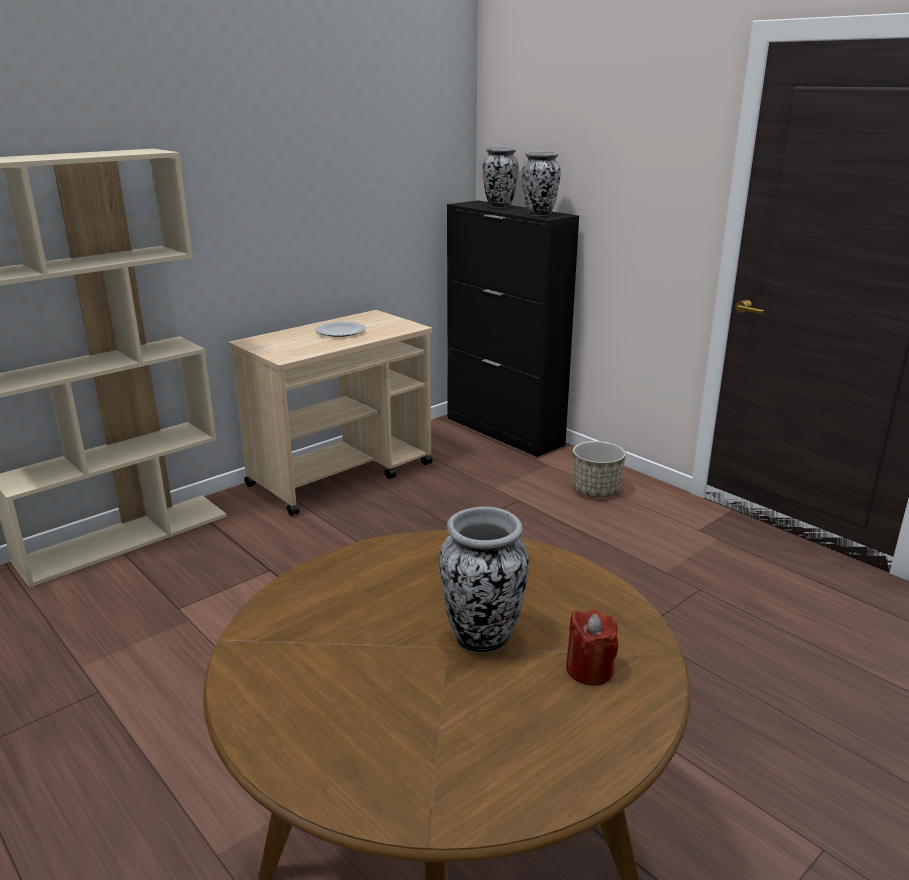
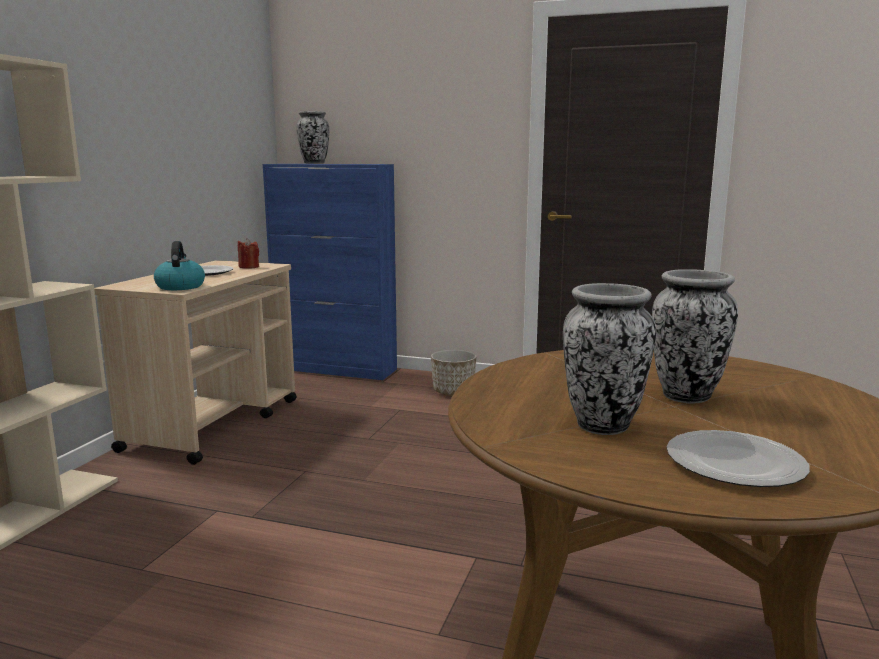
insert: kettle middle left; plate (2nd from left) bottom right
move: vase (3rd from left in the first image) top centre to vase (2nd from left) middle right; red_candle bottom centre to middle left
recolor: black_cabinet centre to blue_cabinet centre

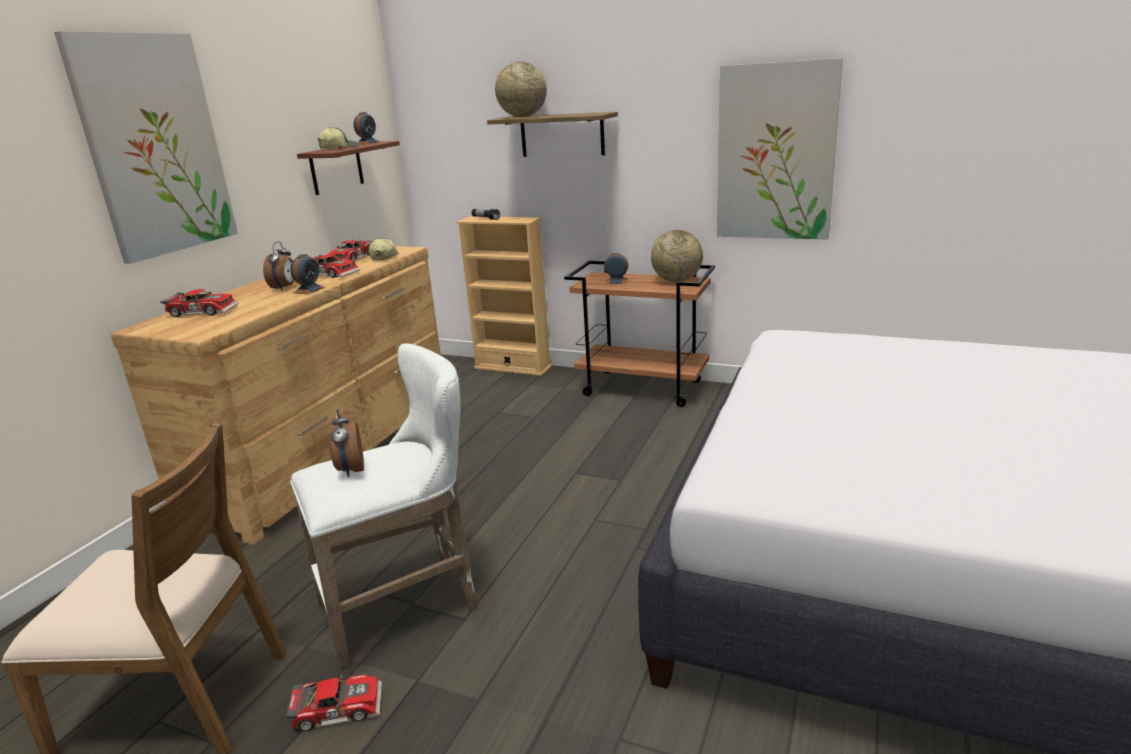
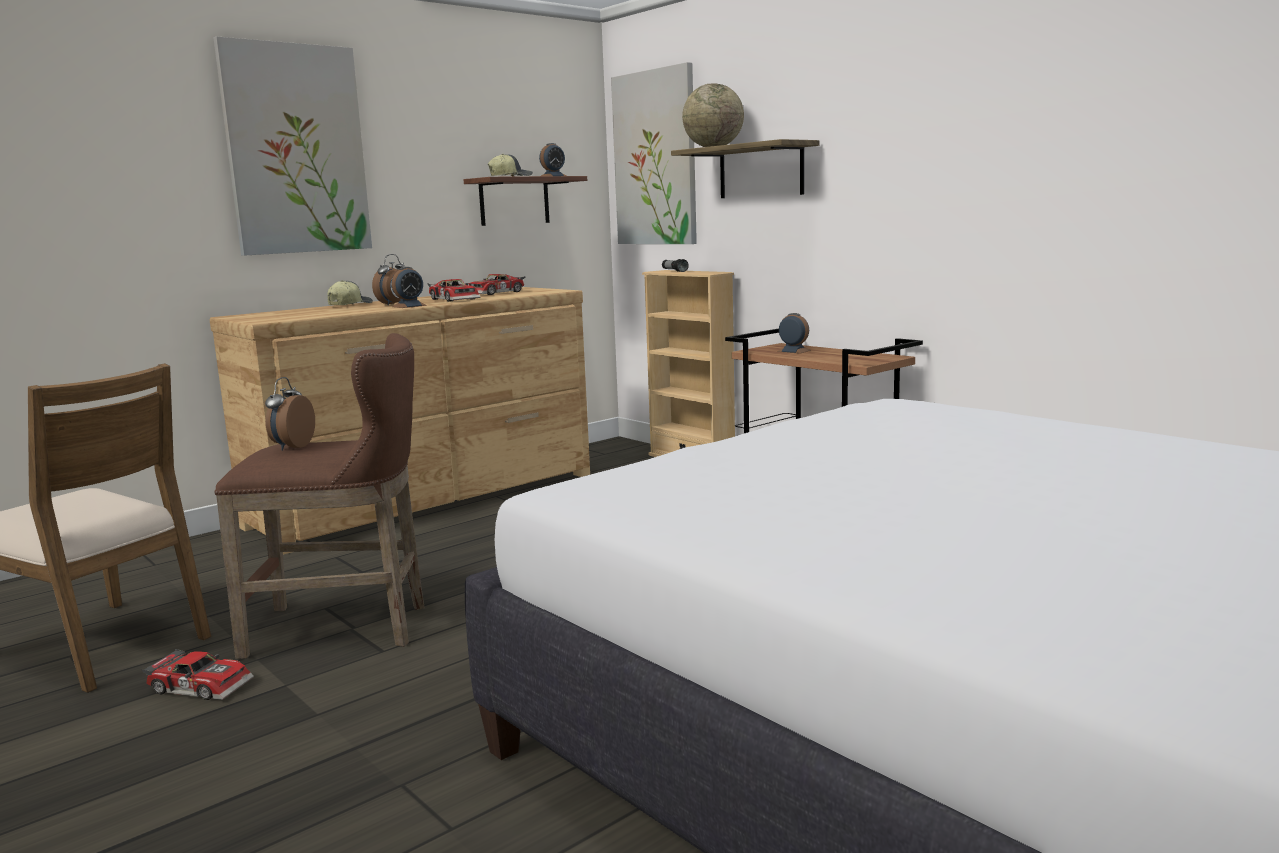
delete: toy_car (1st from left) middle left; globe (2nd from left) centre
move: cap (2nd from left in the first image) top centre to cap (1st from left) middle left; picture (2nd from left) top right to top centre
recolor: white_stool bottom centre to brown_stool middle left

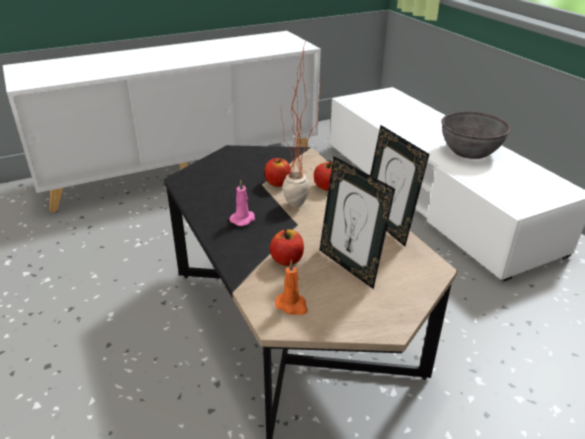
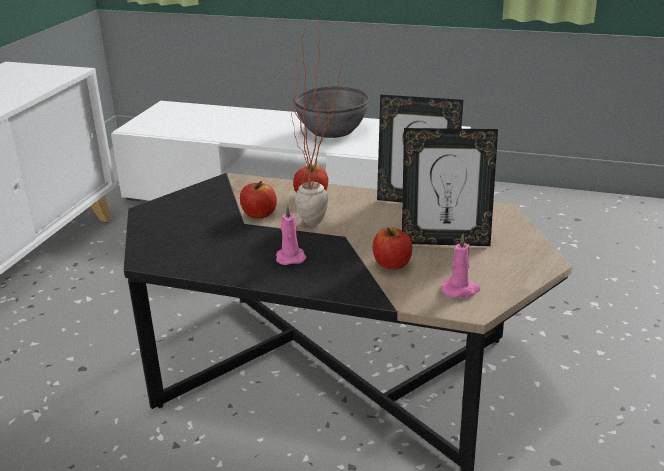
recolor: orange_candle centre to pink_candle (2nd from left) middle right

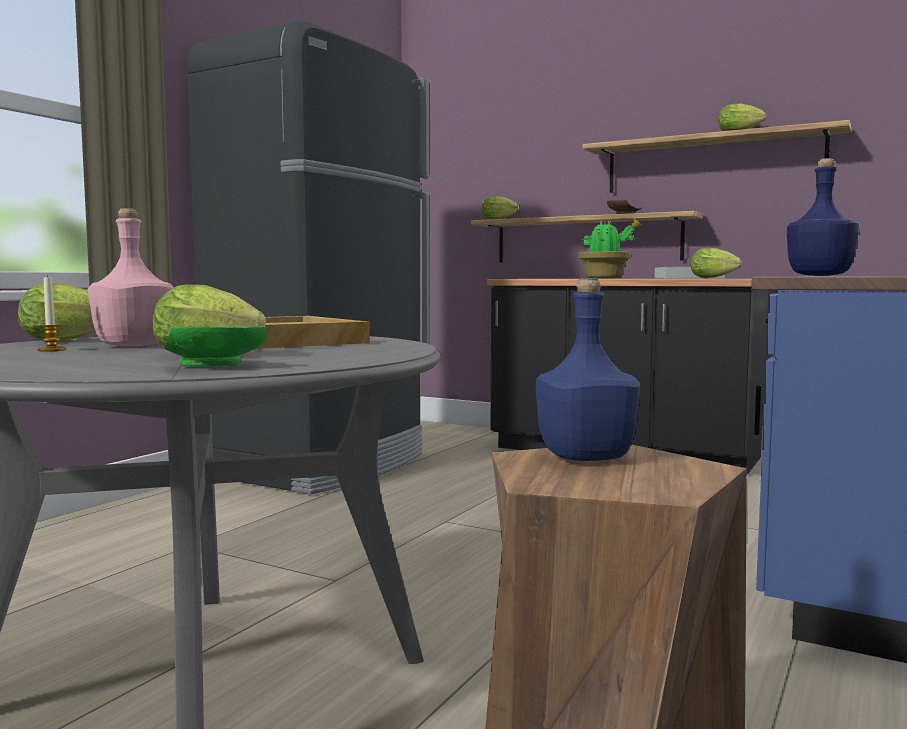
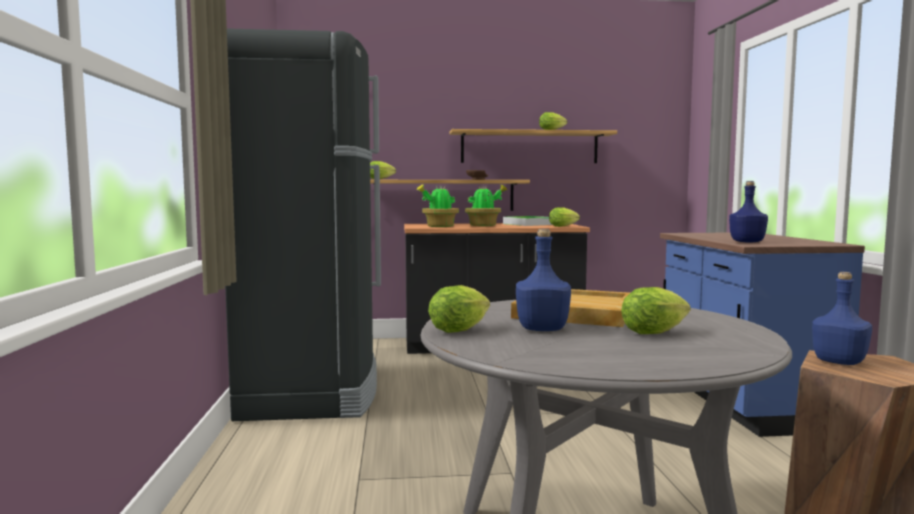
delete: candle middle left; green_plate middle left
insert: potted_plant (1st from left) centre
recolor: pink_bottle middle left to blue_bottle (1st from left) centre

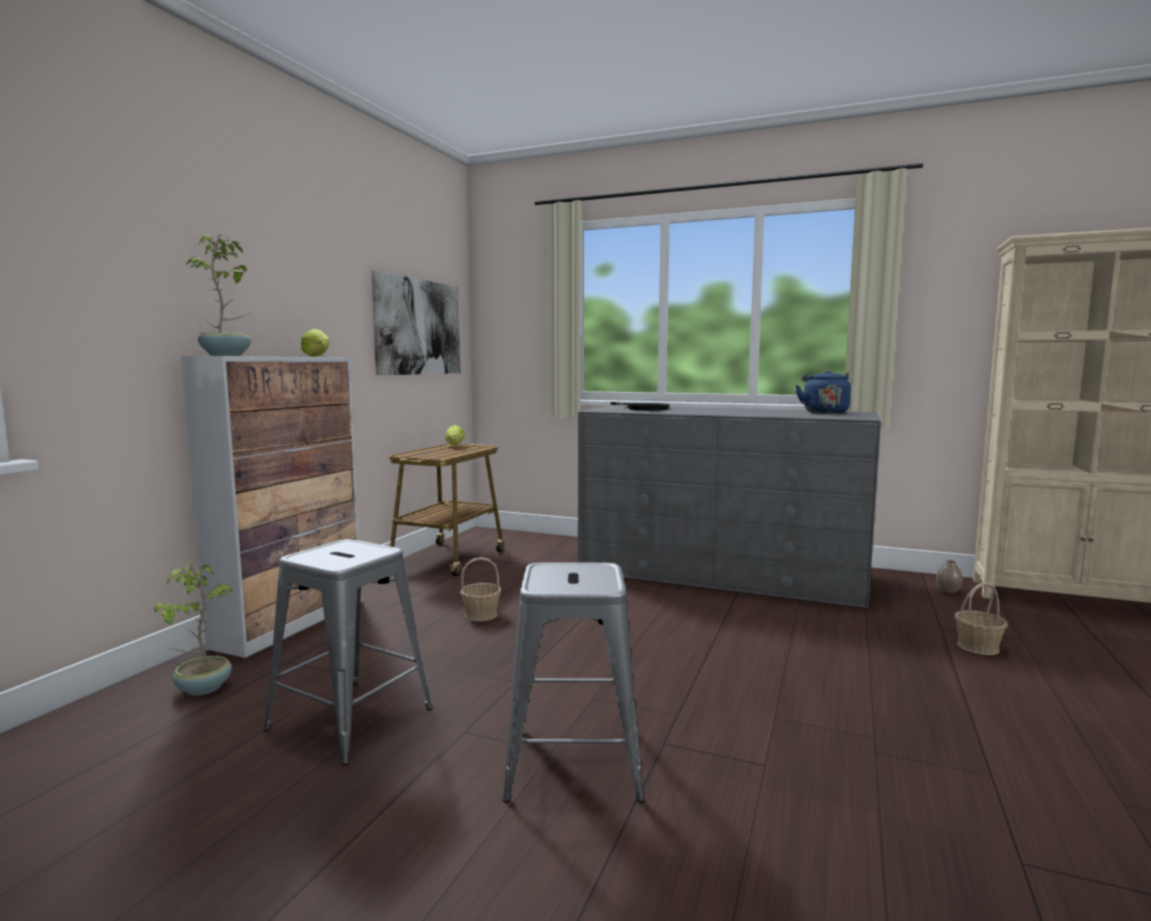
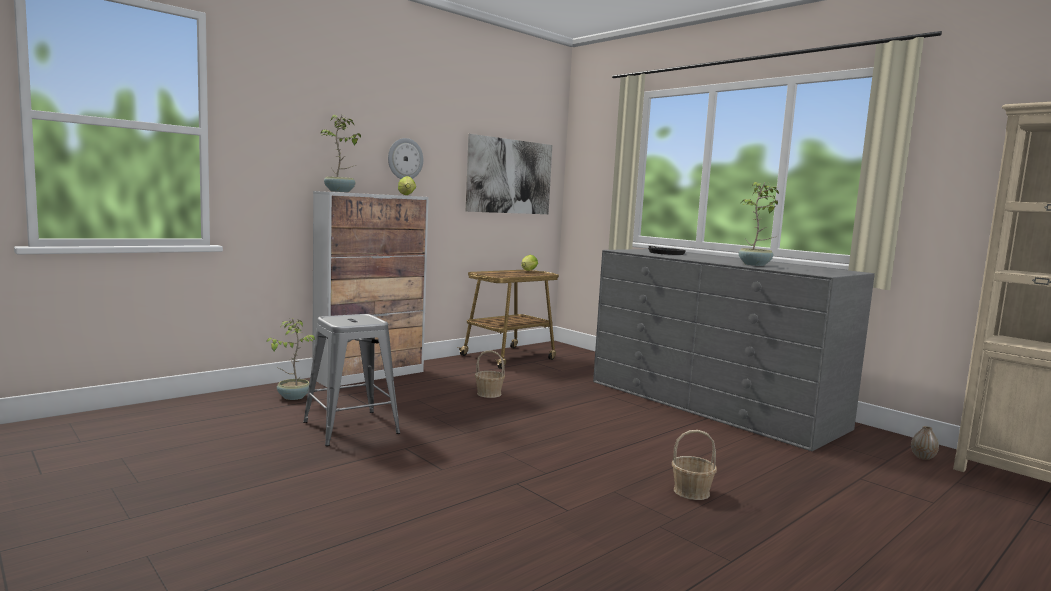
delete: grey_stool (2nd from left) bottom centre; blue_kettle middle right
insert: wall_clock top centre; potted_plant (3rd from left) middle right
move: basket (2nd from left) bottom right to bottom centre

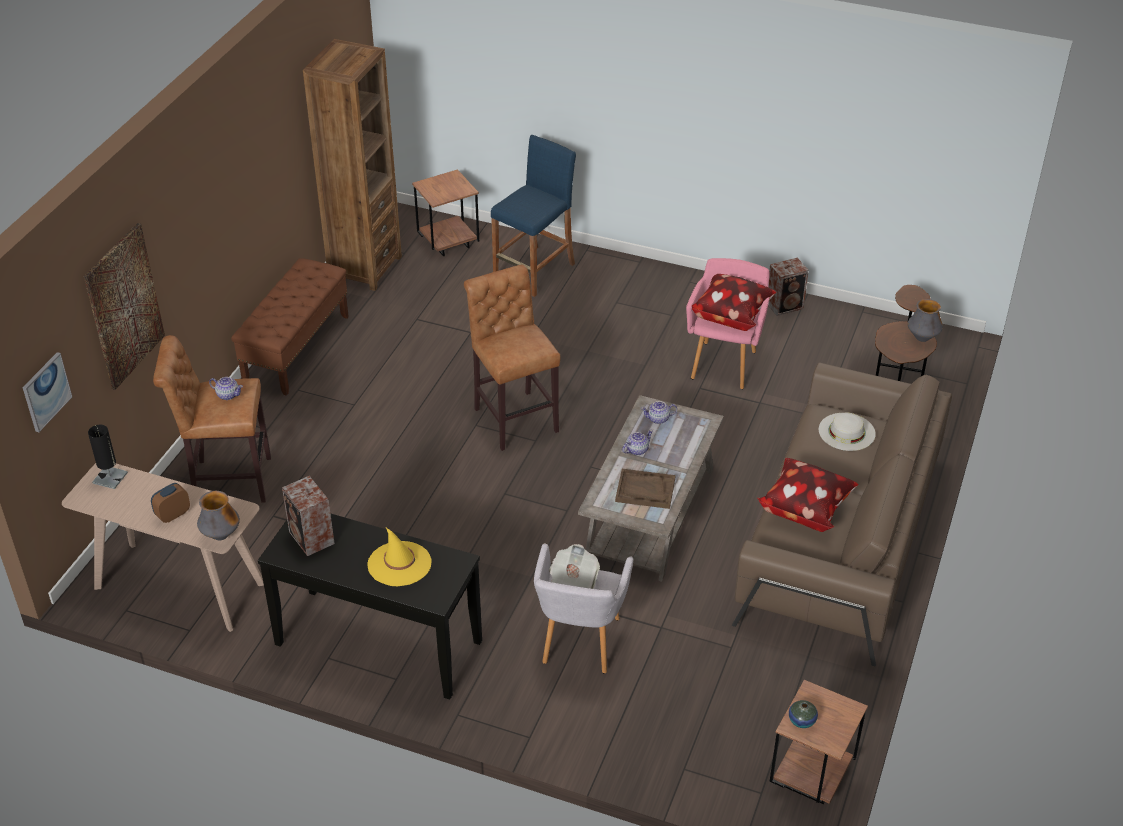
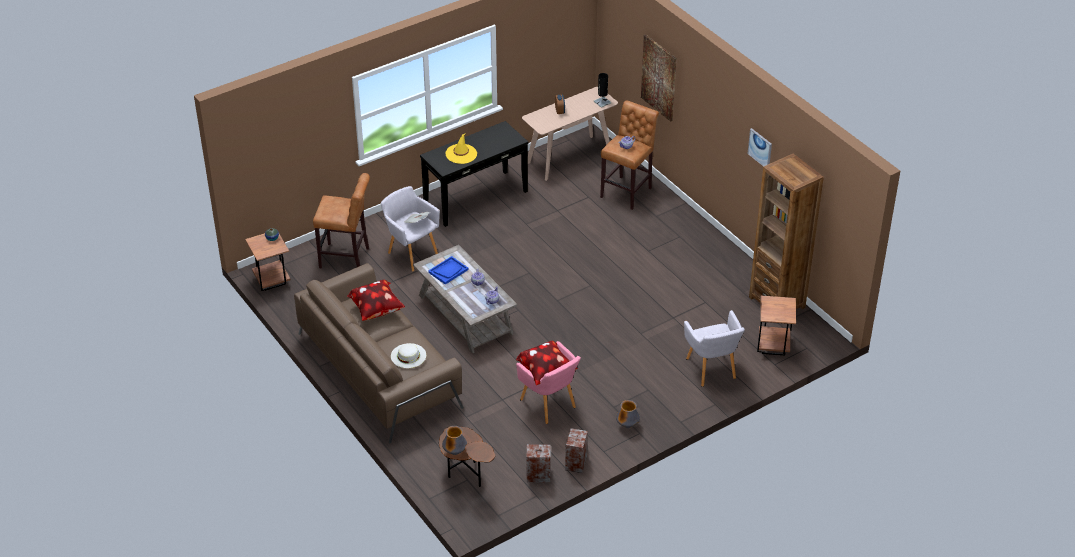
delete: brown_bench middle left
move: picture (1st from left in the first image) middle left to picture (2nd from left) top right; vase (1st from left in the first image) middle left to vase (3rd from left) bottom centre; speaker (1st from left) middle left to bottom centre; brown_stool (2nd from left in the first image) centre to brown_stool (1st from left) middle left
replace: blue_stool top centre to grey_armchair (2nd from left) centre
recolor: brown_tray centre to blue_tray centre

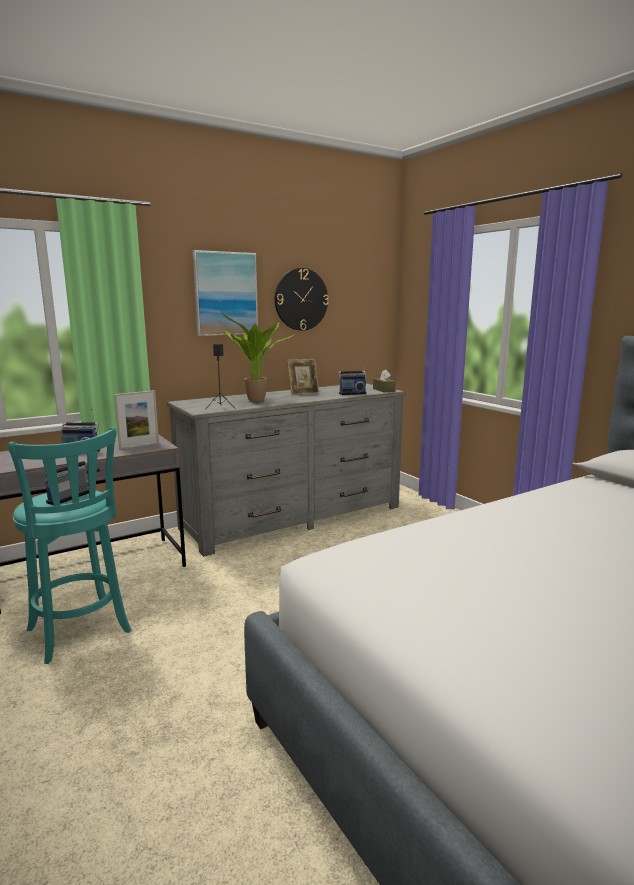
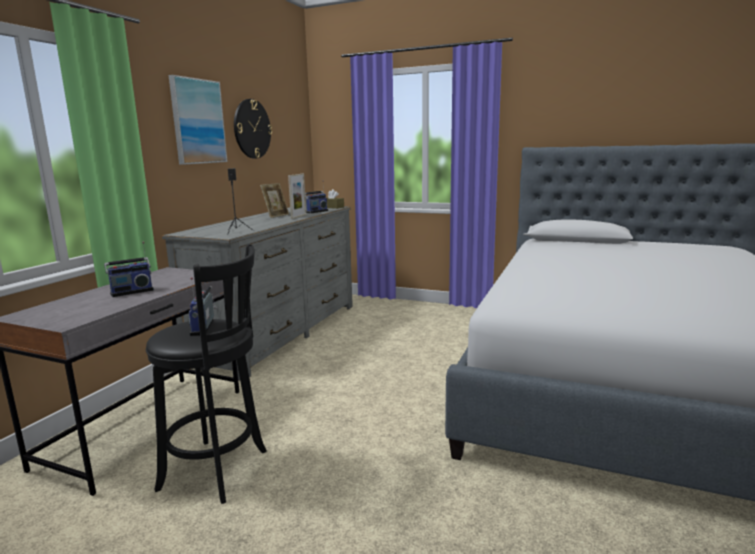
delete: potted_plant centre
move: picture_frame (1st from left in the first image) middle left to picture_frame (2nd from left) centre
recolor: turquoise_stool middle left to black_stool bottom left

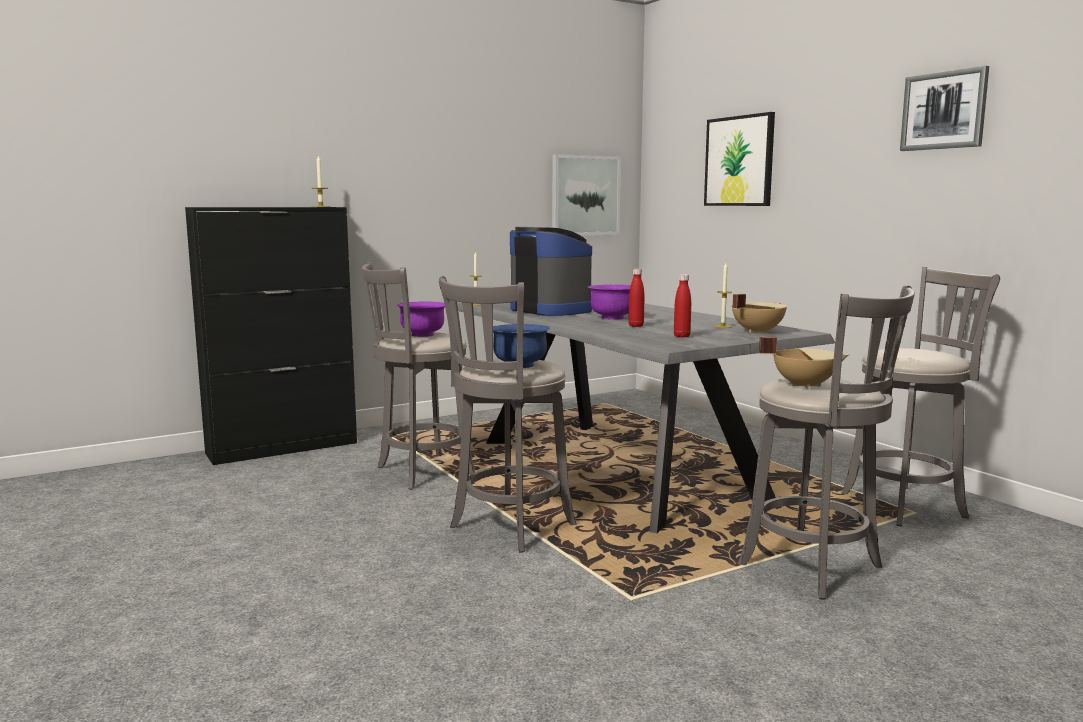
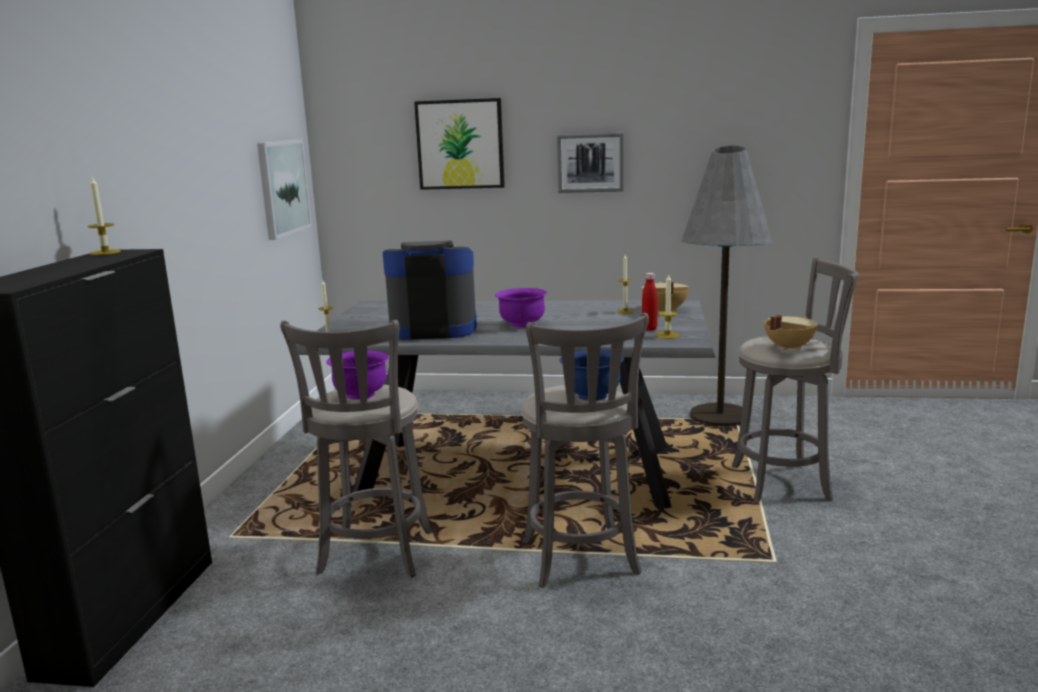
delete: red_bottle (1st from left) centre
insert: candle (4th from left) centre
move: picture (3rd from left) top right to top centre
replace: grey_stool (4th from left) middle right to grey_floor_lamp middle right

